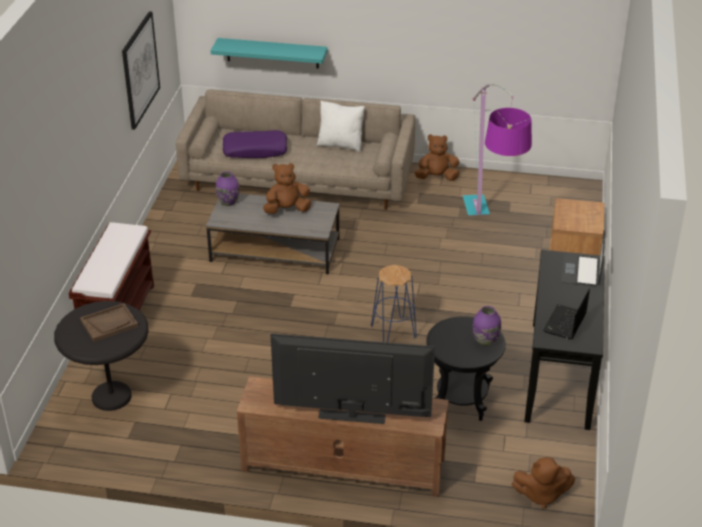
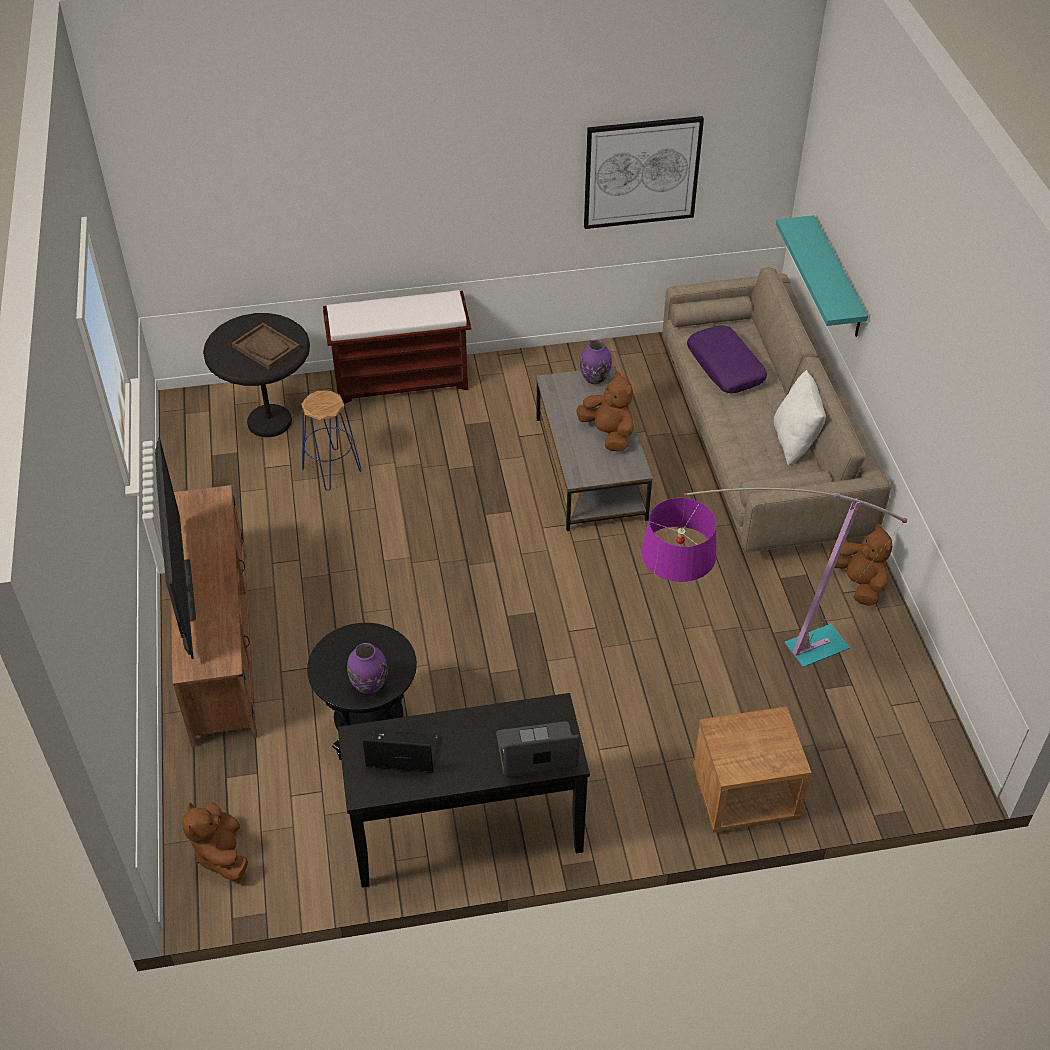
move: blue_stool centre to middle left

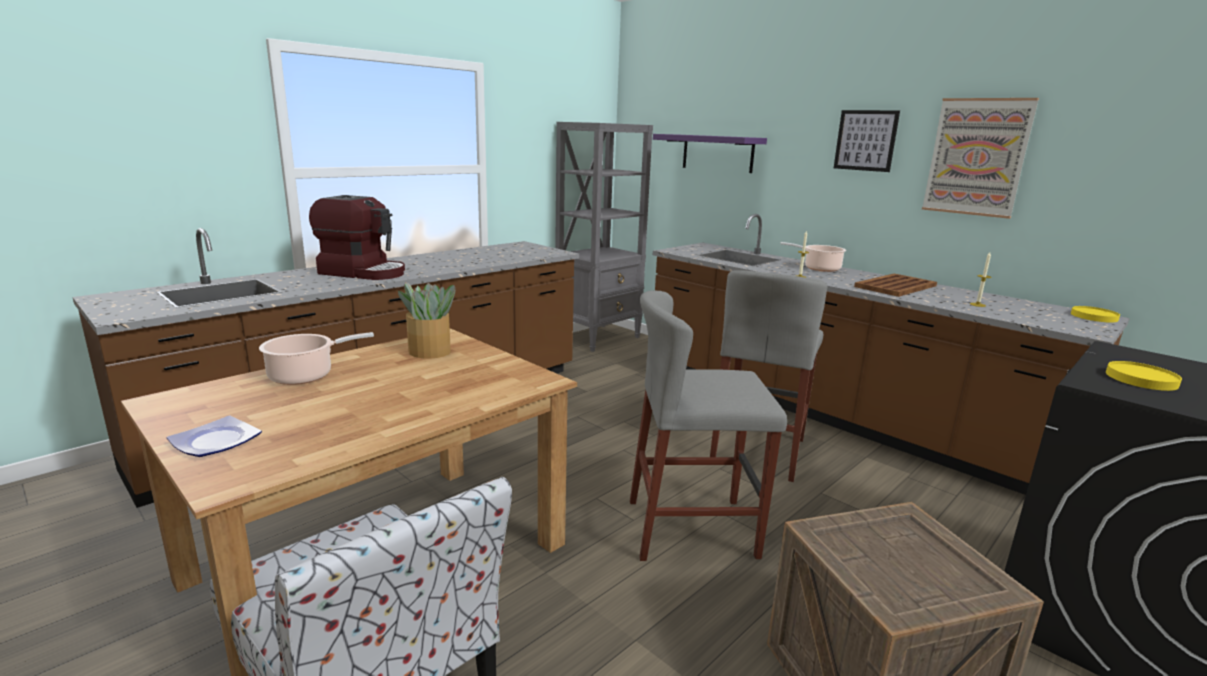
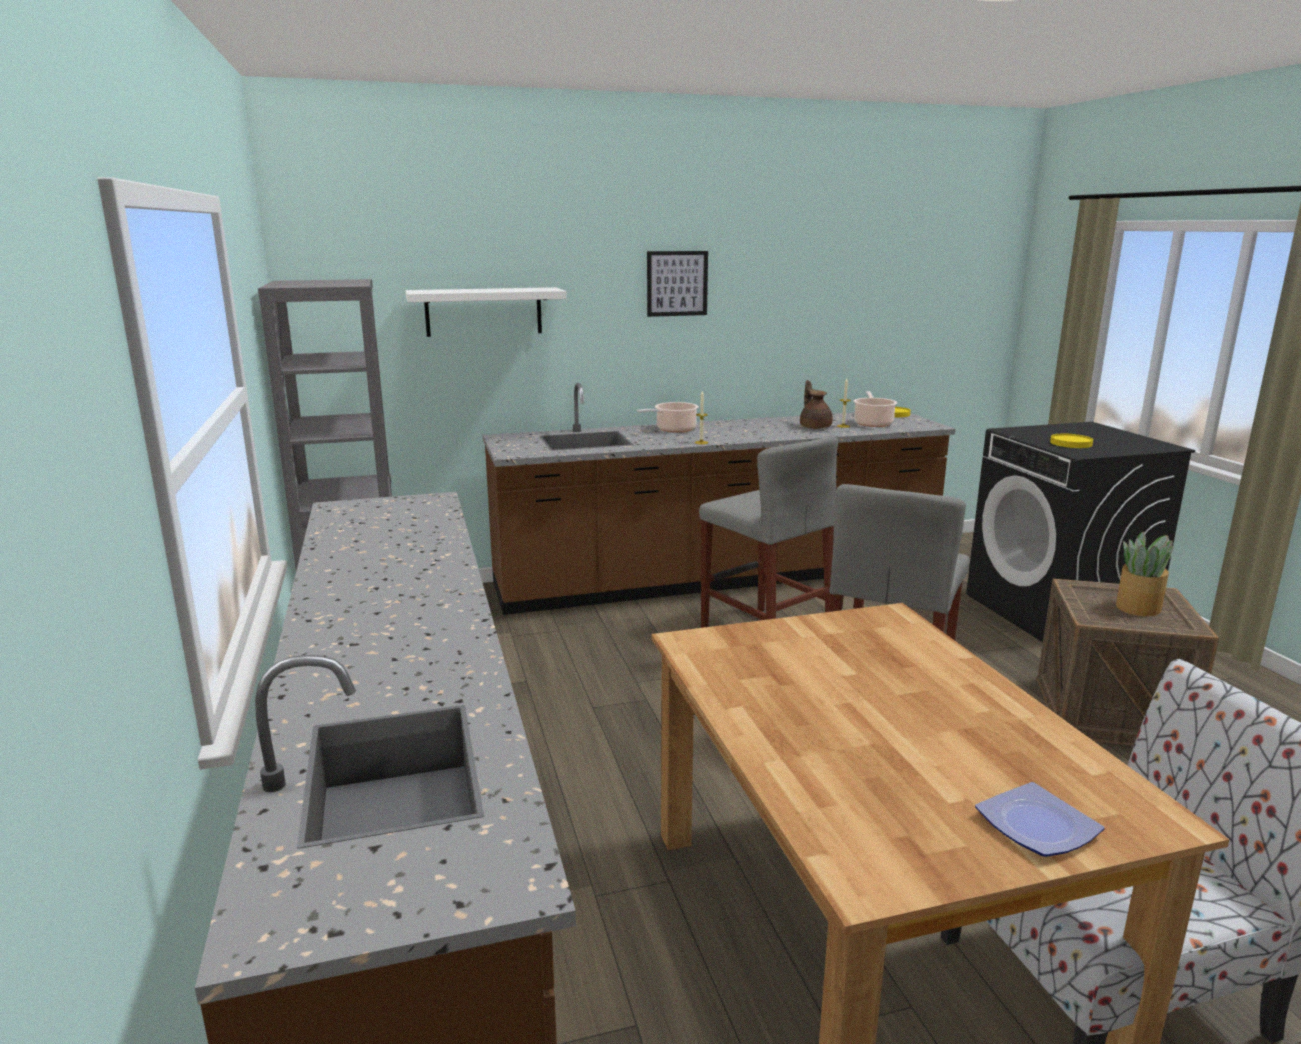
delete: coffee_machine middle left; brown_tray middle right; picture (2nd from left) top right
insert: brown_teapot centre
move: cooking_pot (1st from left in the first image) middle left to cooking_pot (2nd from left) middle right; potted_plant centre to middle right
recolor: purple_shelf top centre to white_shelf top centre

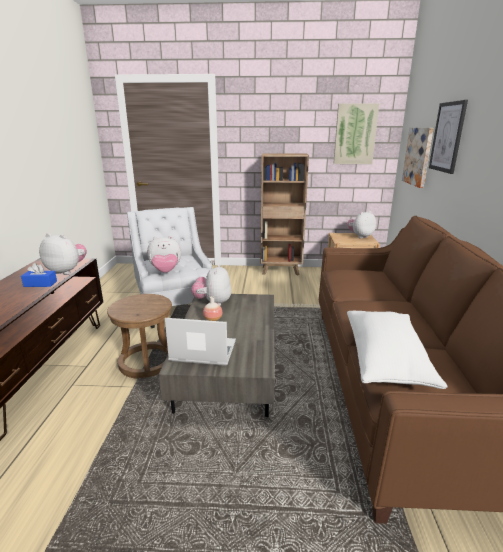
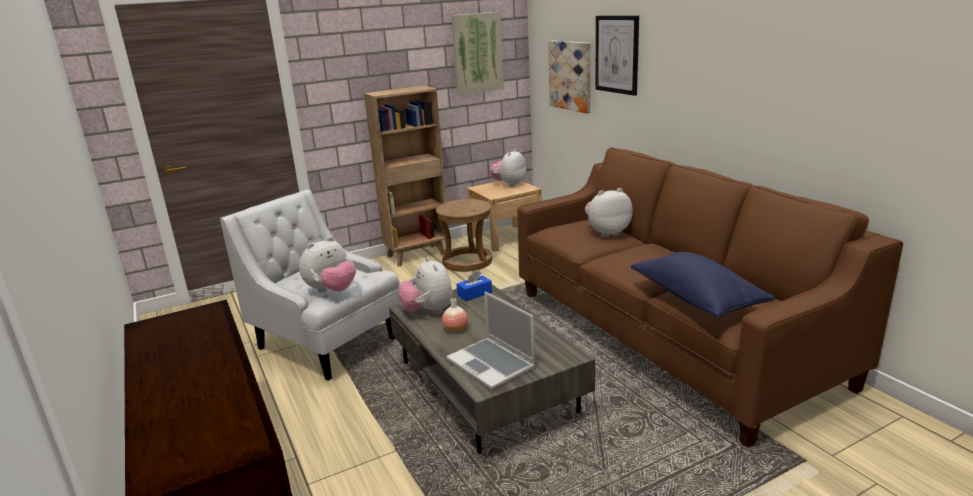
move: blue_tissue_box middle left to centre; plush_toy (1st from left in the first image) middle left to plush_toy (4th from left) centre; brown_stool middle left to centre
recolor: white_pillow middle right to blue_pillow middle right
rotate: laptop centre = bottom centre 105 degrees counterclockwise

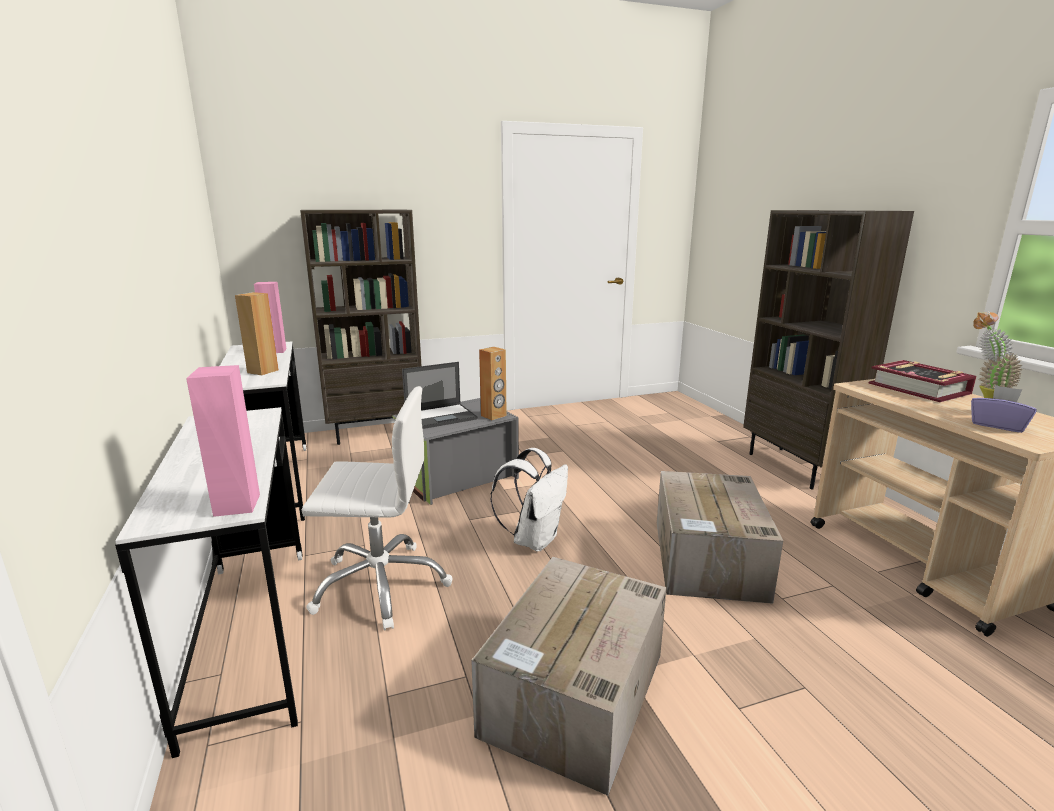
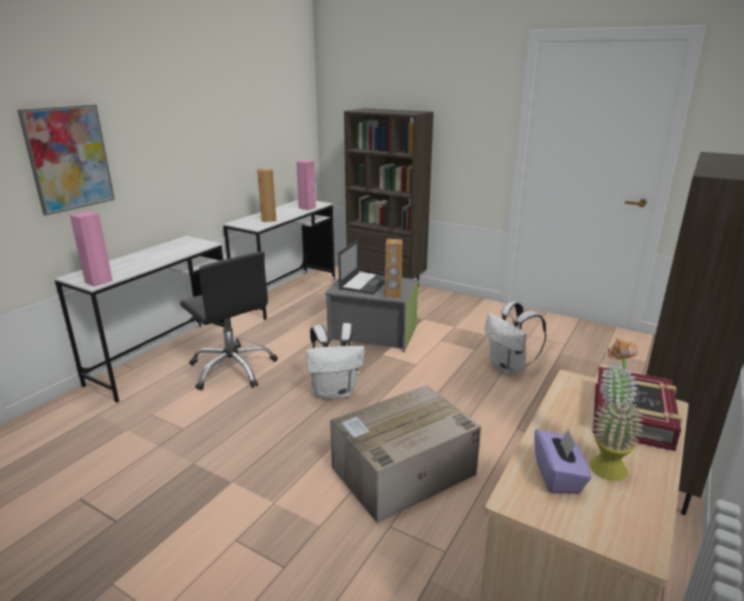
delete: cardboard_box (1st from left) bottom centre
insert: picture top left; white_backpack (2nd from left) middle right
recolor: white_office_chair centre to black_office_chair middle left
rotate: laptop centre = centre 90 degrees counterclockwise

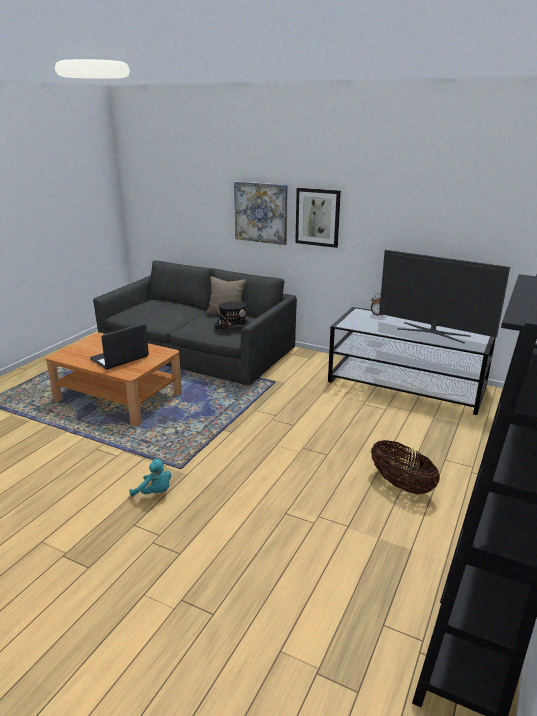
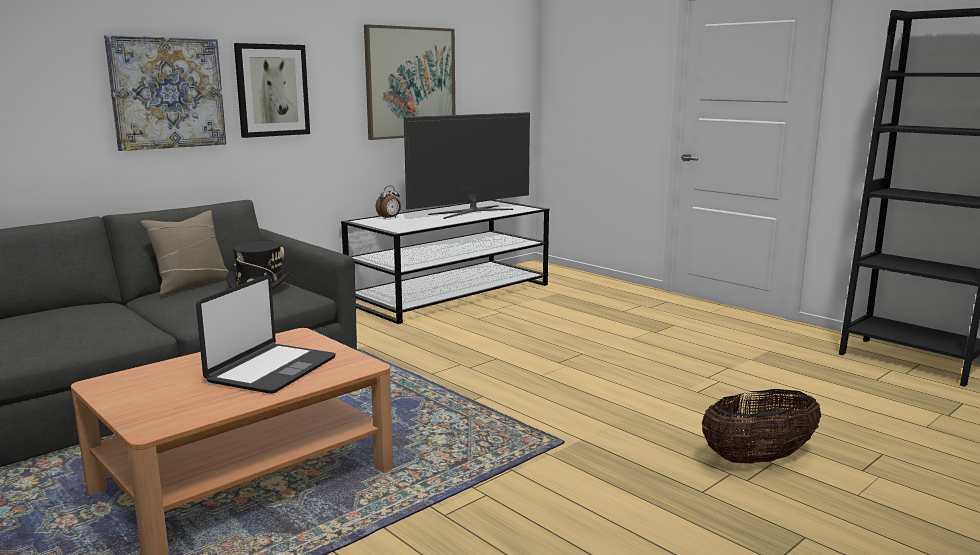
delete: turquoise_plush_toy middle left
insert: picture (3rd from left) top centre
move: basket middle right to bottom right
rotate: laptop middle left = middle left 135 degrees counterclockwise

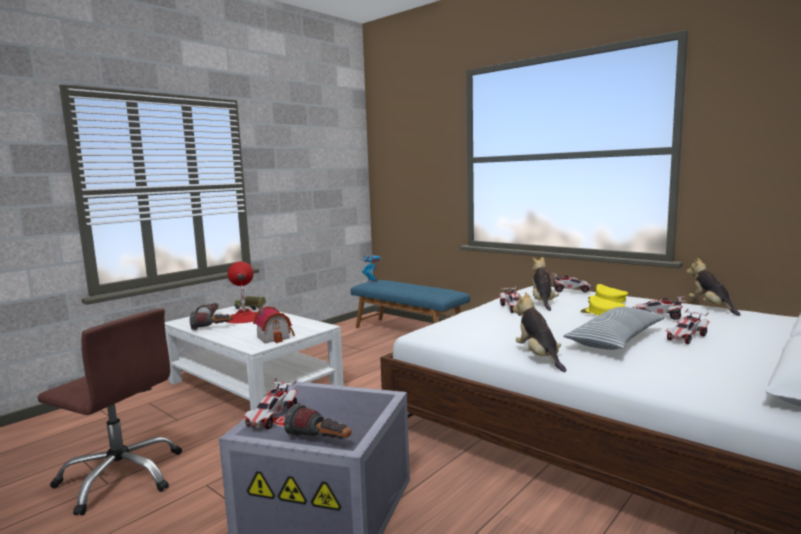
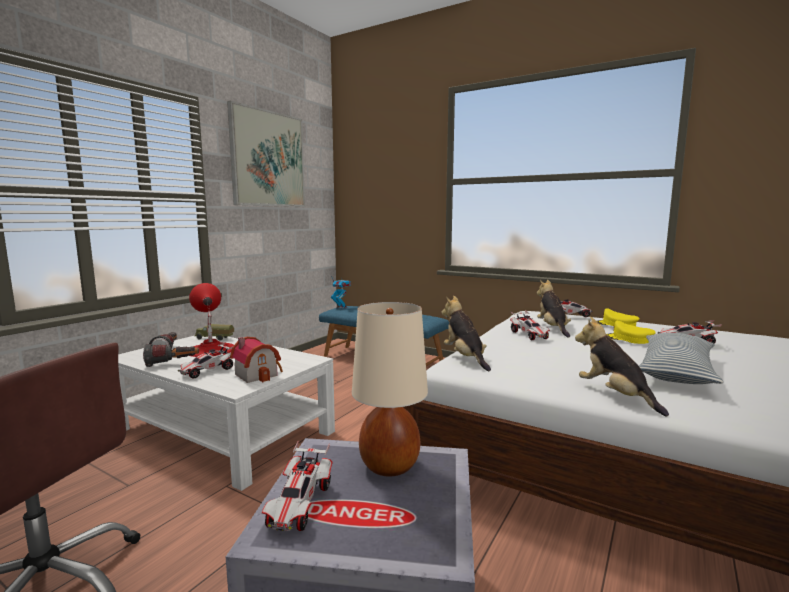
delete: flashlight (3rd from left) bottom centre
insert: picture top centre; beige_table_lamp centre
move: toy_car (5th from left in the first image) middle right to toy_car (1st from left) middle left; plush_toy (3rd from left in the first image) middle right to plush_toy (1st from left) centre

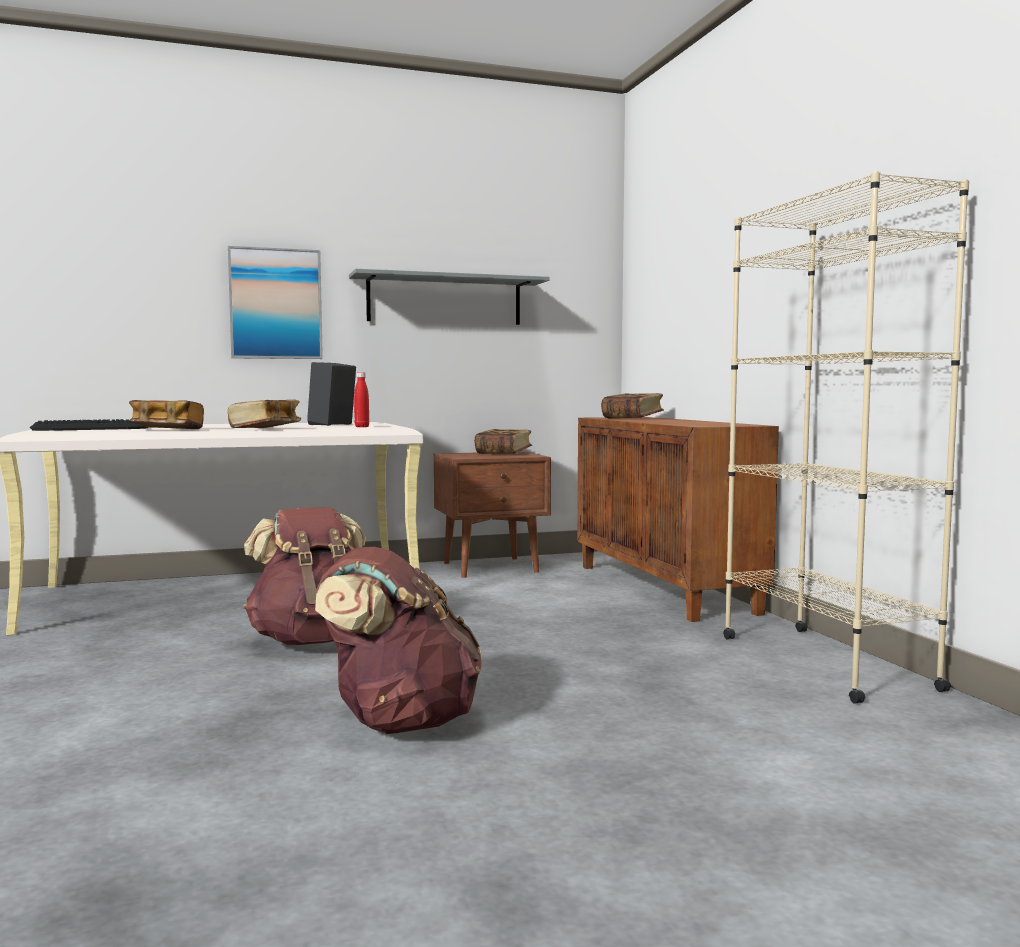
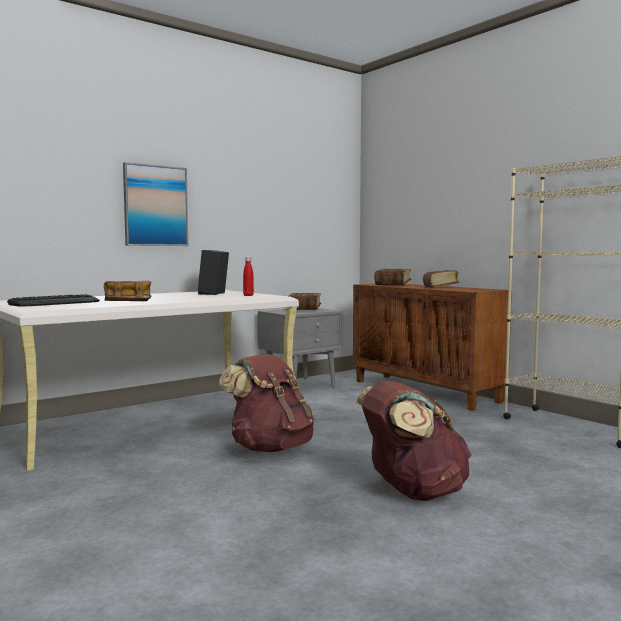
delete: grey_shelf top centre
move: book (2nd from left in the first image) middle left to book (4th from left) middle right
recolor: brown_nightstand centre to grey_nightstand centre

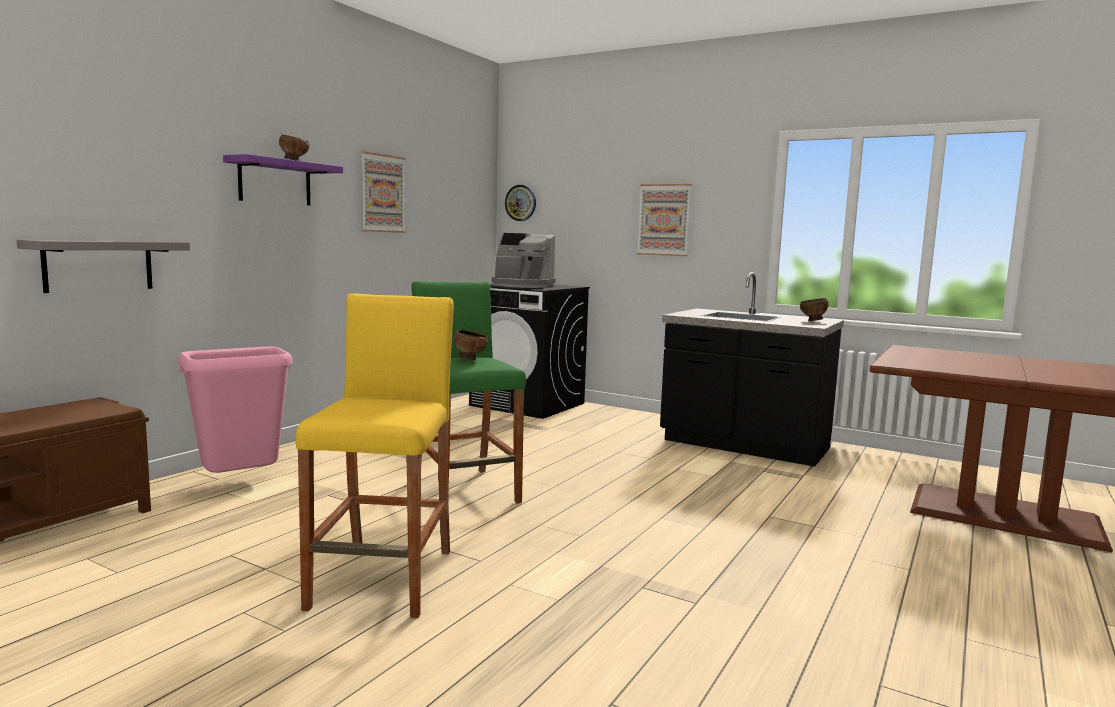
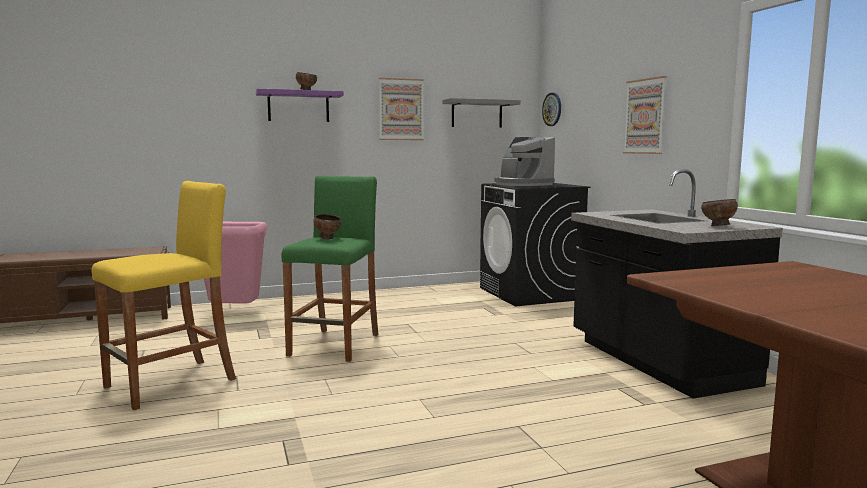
move: grey_shelf middle left to top centre

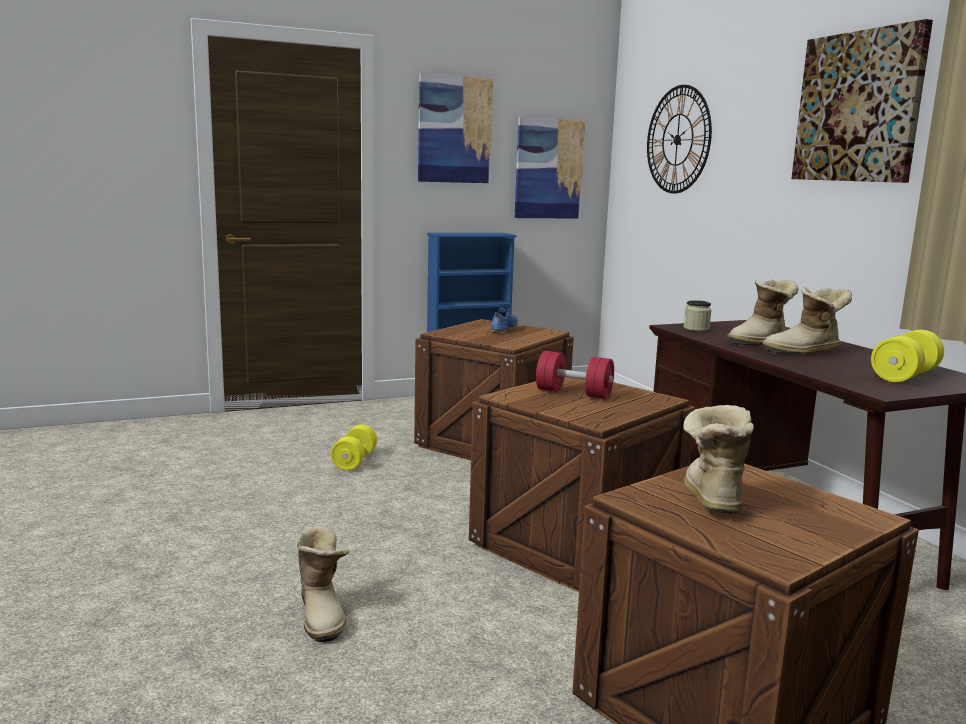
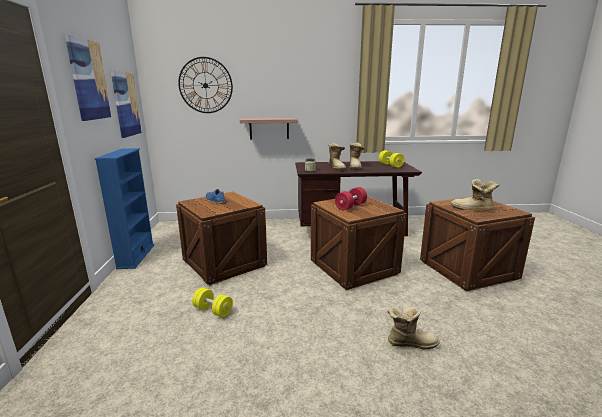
delete: picture (3rd from left) top right
insert: shelf top centre

